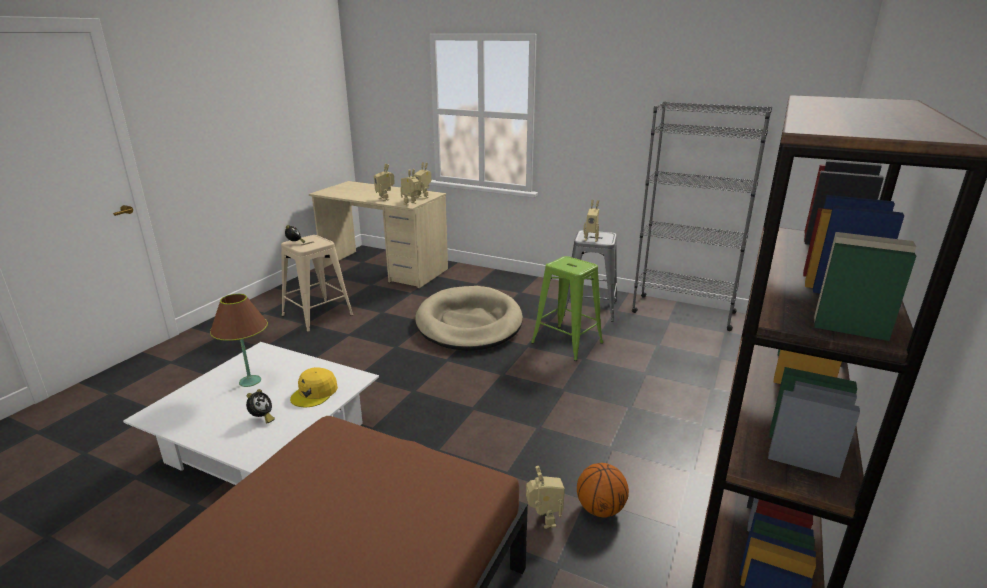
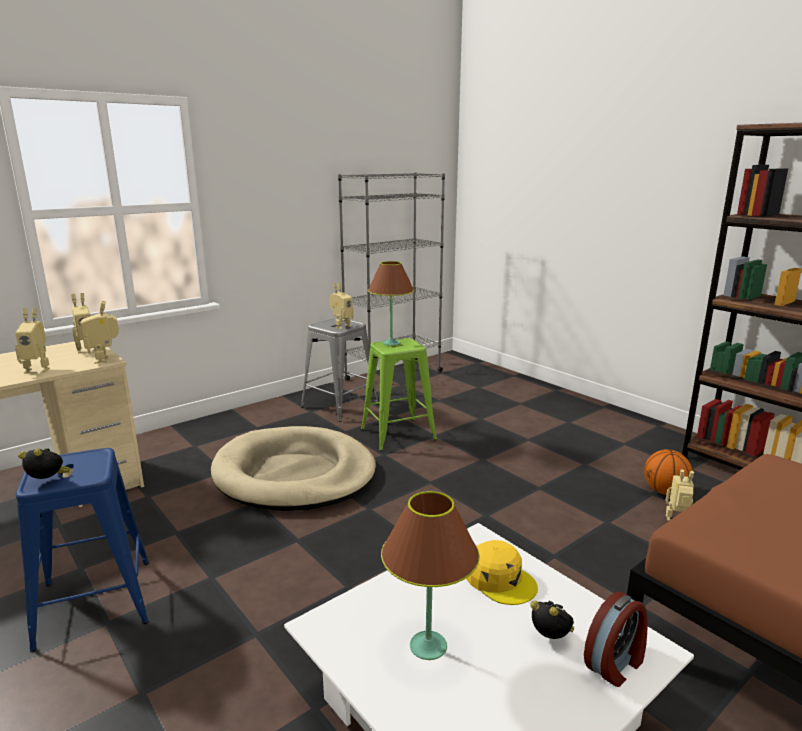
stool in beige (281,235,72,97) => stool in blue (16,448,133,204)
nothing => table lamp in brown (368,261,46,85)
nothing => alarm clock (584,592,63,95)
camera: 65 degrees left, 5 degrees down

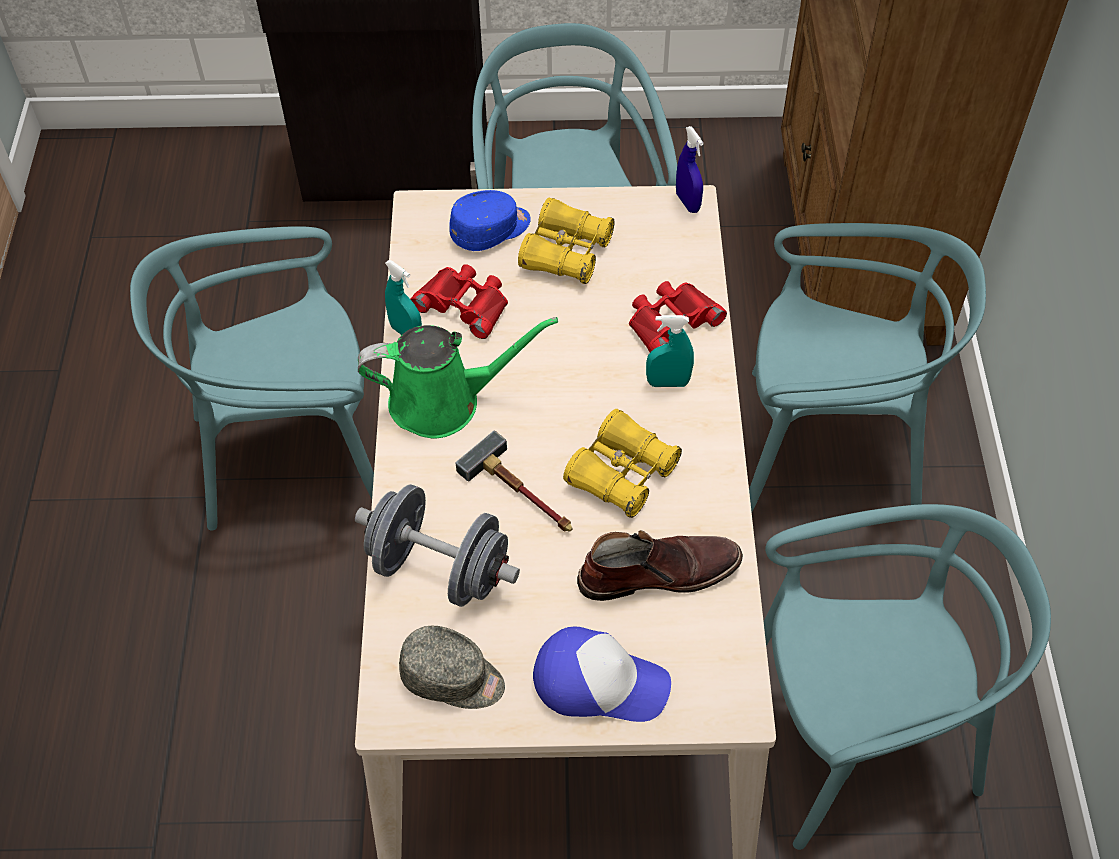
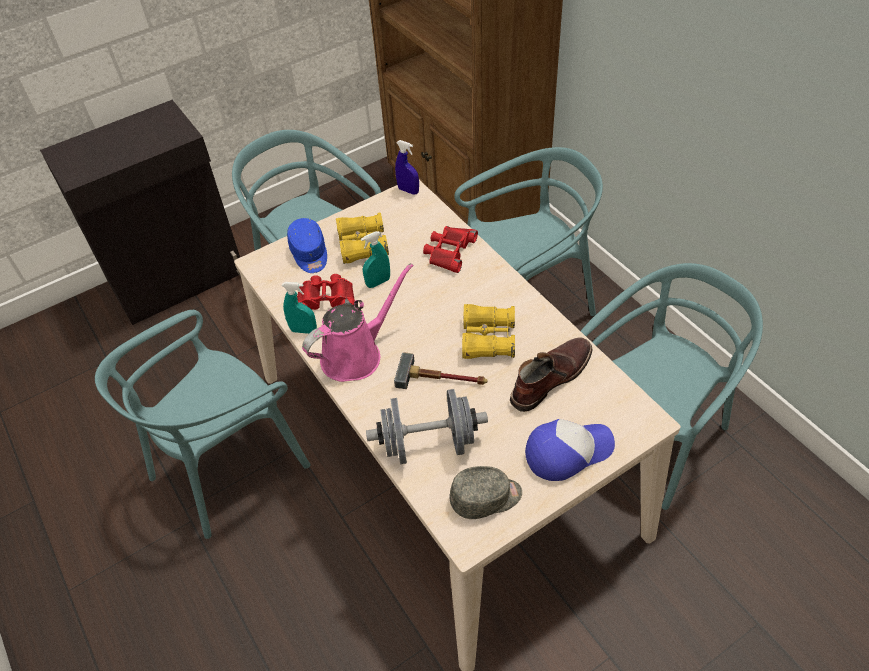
watering can in green (358,317,200,121) => watering can in pink (302,263,112,119)
cap in blue (449,190,82,61) => cap in blue (287,218,40,55), 135 degrees clockwise
spray bottle in turquoise (646,315,48,72) => spray bottle in turquoise (361,231,29,57), moved
camera: 30 degrees left, 5 degrees down

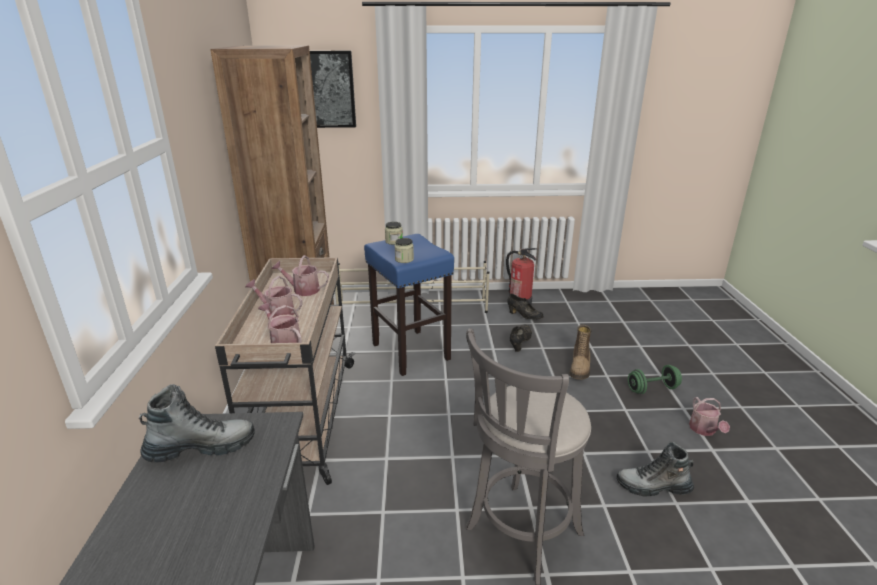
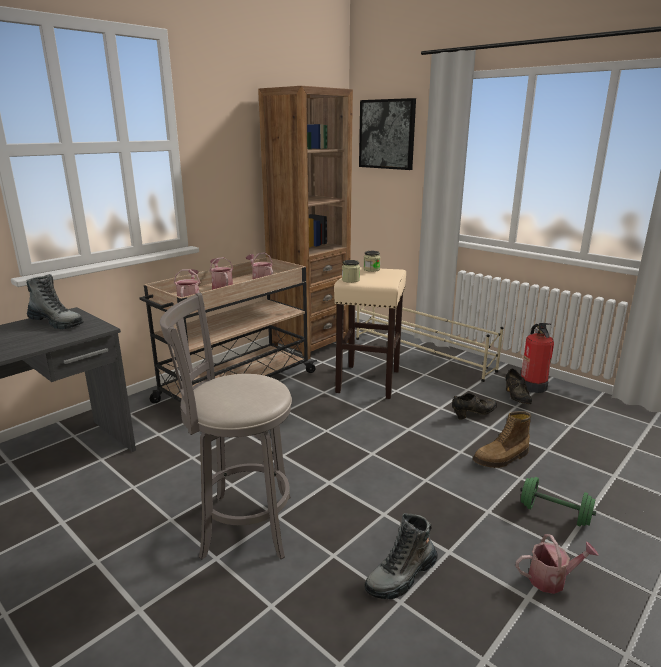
stool in blue (364,234,90,142) => stool in beige (334,267,72,132)
boot (617,442,77,55) => boot (364,513,74,86), 90 degrees counterclockwise
watering can (689,397,41,39) => watering can (516,534,83,60), 135 degrees counterclockwise
camera: 45 degrees right, 5 degrees down

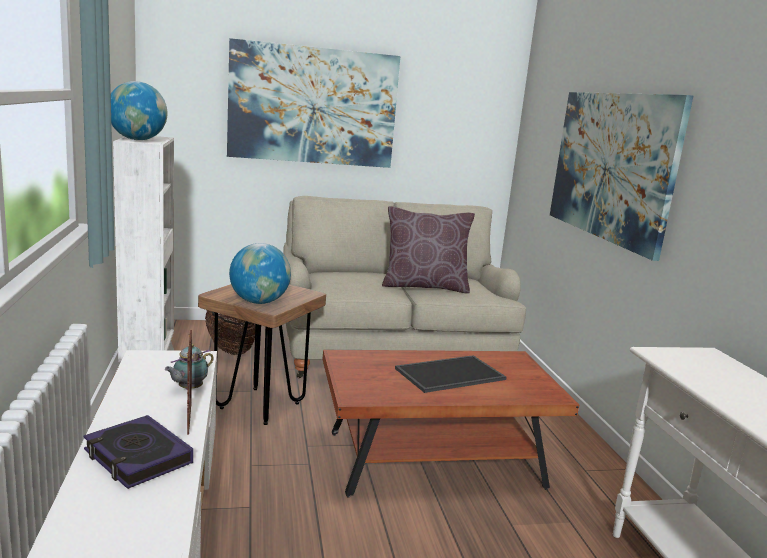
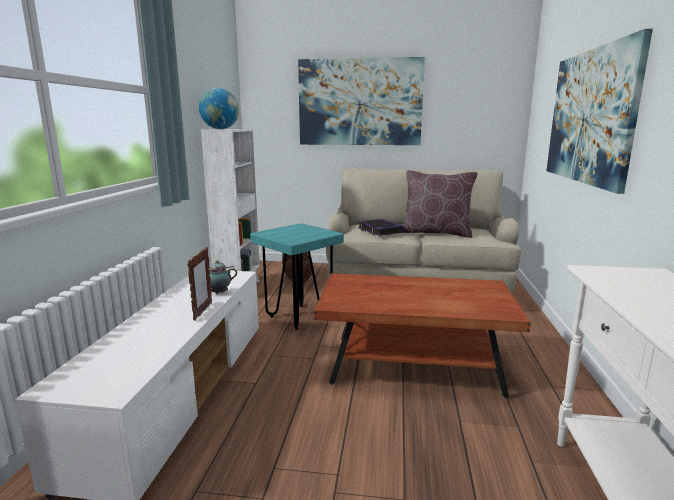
book (83,415,110,74) => book (358,219,46,17), moved
stool in brown (198,284,128,141) => stool in turquoise (250,224,94,106)
globe (229,243,62,61) => nothing
tray (395,355,111,38) => nothing
camera: 20 degrees right, 0 degrees up

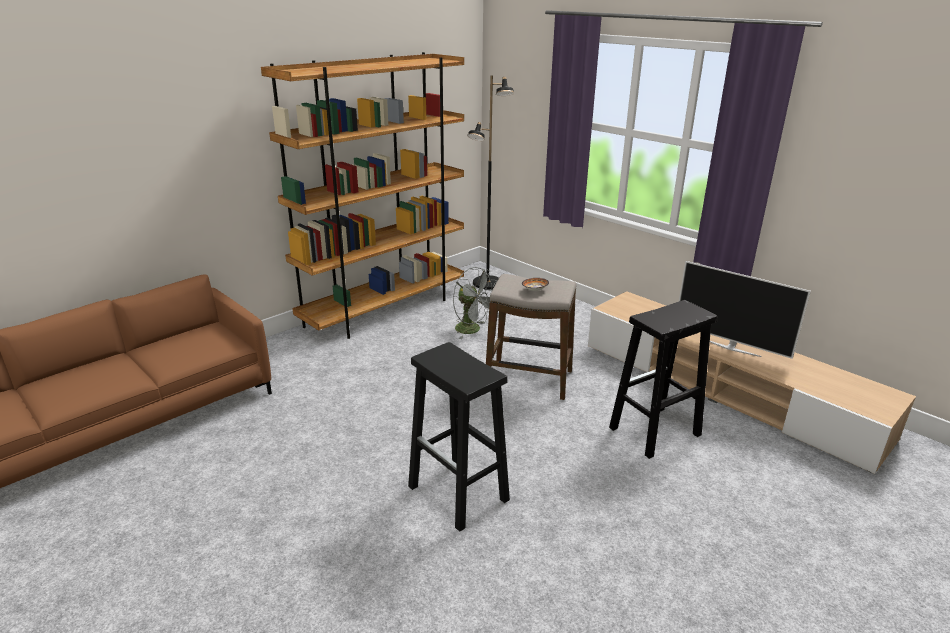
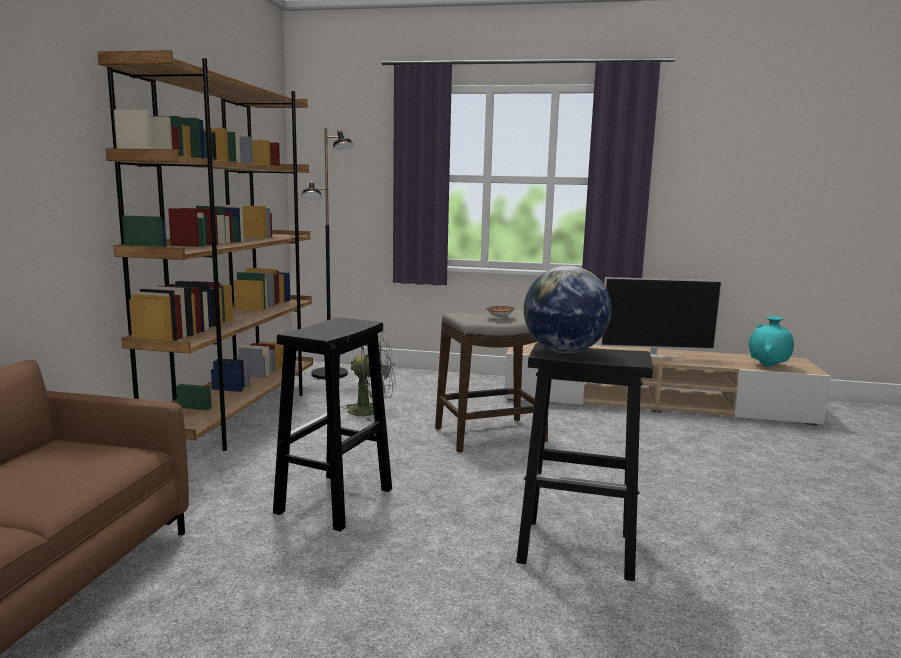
stool in black (609,300,109,159) => stool in black (273,317,119,215), moved
nothing => globe (524,266,88,87)
nothing => vase in turquoise (749,316,45,51)
camera: 35 degrees left, 15 degrees down

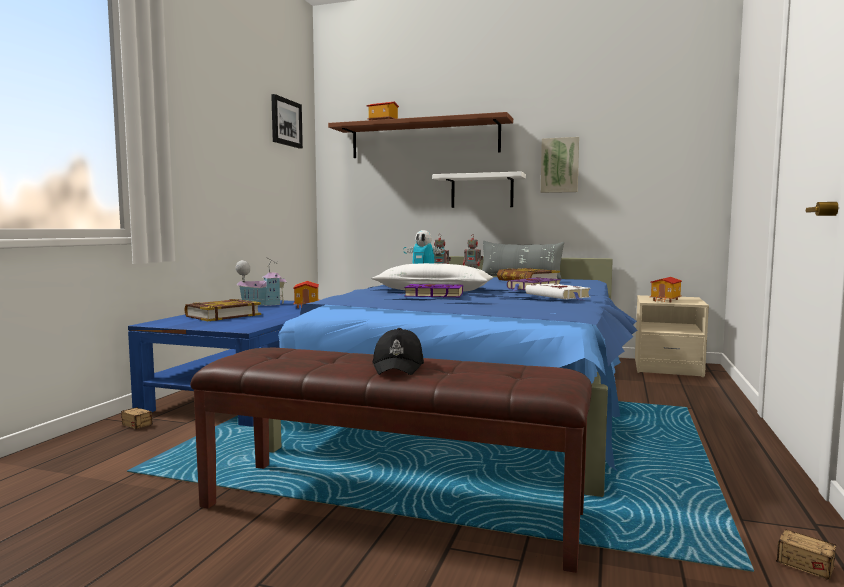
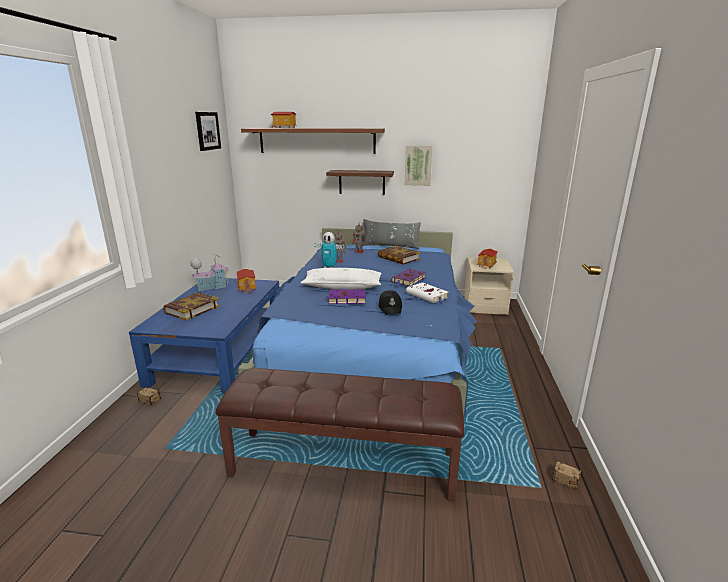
cap in black (373,328,51,47) => cap in black (378,290,24,25), moved
shelf in white (433,171,93,37) => shelf in brown (326,170,68,25)
camera: 10 degrees left, 15 degrees up

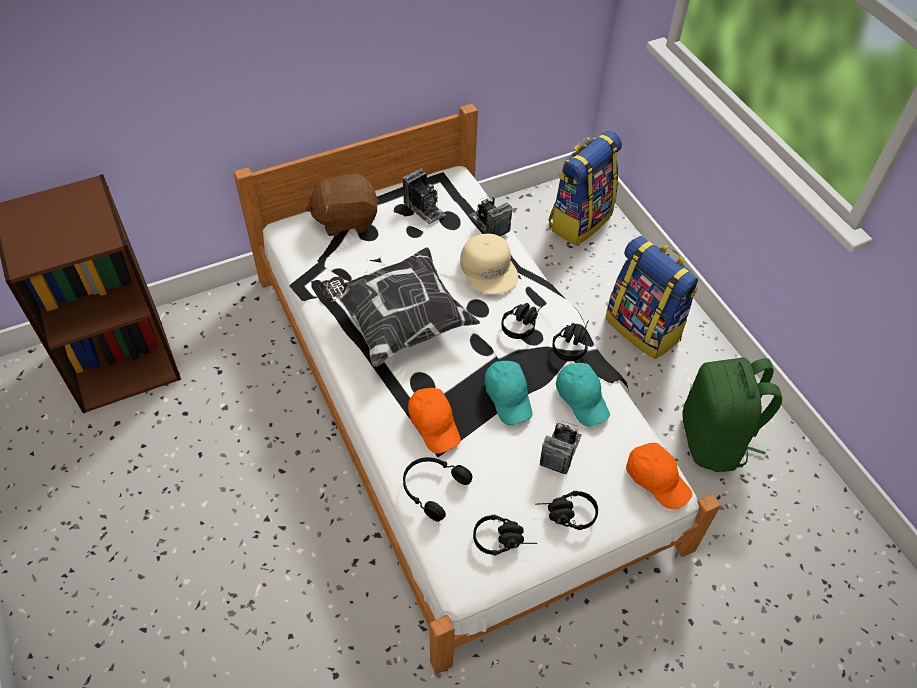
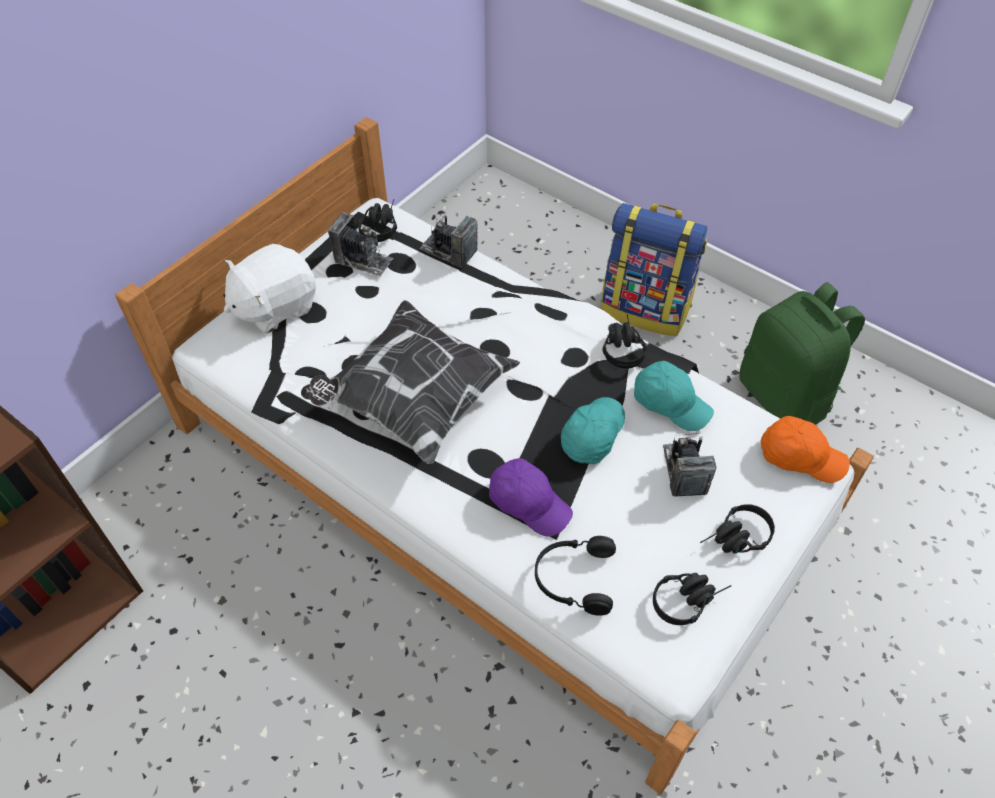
plush toy in brown (305,174,74,62) => plush toy in white (223,244,93,90)
cap in orange (408,388,53,66) => cap in purple (489,458,84,79)
cap in beige (460,234,58,61) => nothing
cap in turquoise (485,361,48,64) => cap in turquoise (561,397,64,67), 105 degrees counterclockwise
headphones in black (501,303,43,36) => headphones in black (358,199,39,43), moved
backpack (548,131,74,114) => nothing
camera: 25 degrees left, 0 degrees up

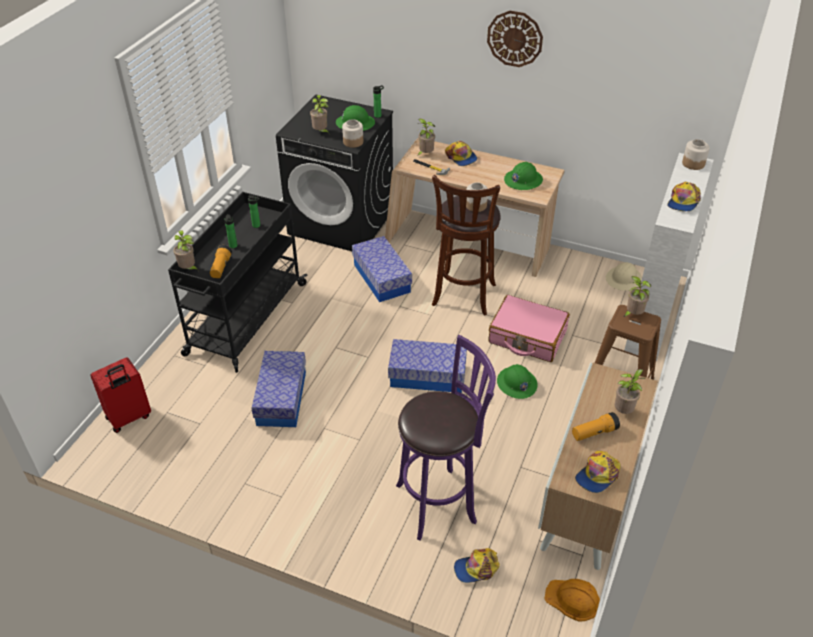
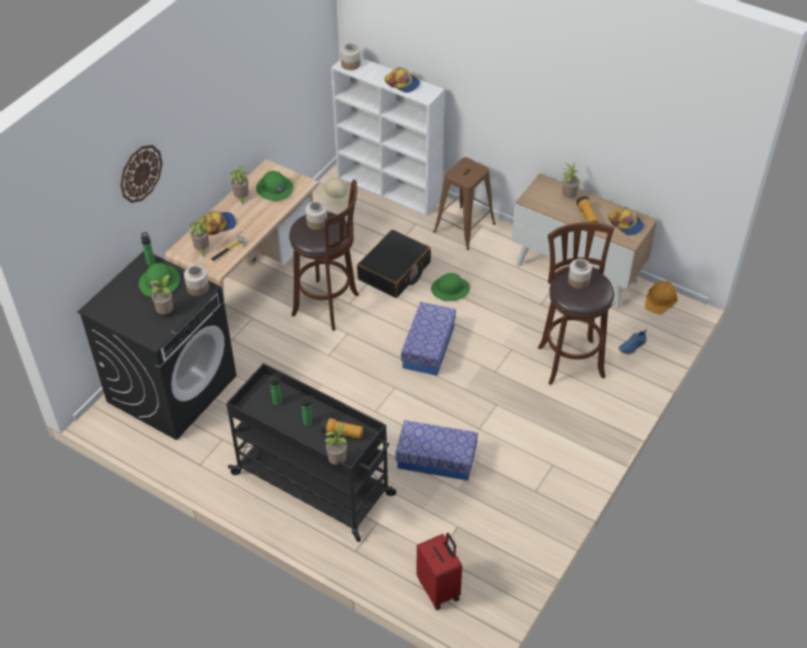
storage box (352,236,60,66) => nothing
stool in purple (396,335,100,206) => stool in brown (538,222,76,163)
cap (454,548,46,35) => shoe in blue (619,329,28,25)
wall clock (487,11,56,56) => wall clock (120,145,43,58), moved
suitcase in pink (488,295,82,67) => suitcase in black (357,229,74,69)
potted plant (623,276,28,41) => potted plant (229,166,20,39), moved
nothing => jar (568,259,24,30)
camera: 80 degrees left, 5 degrees up

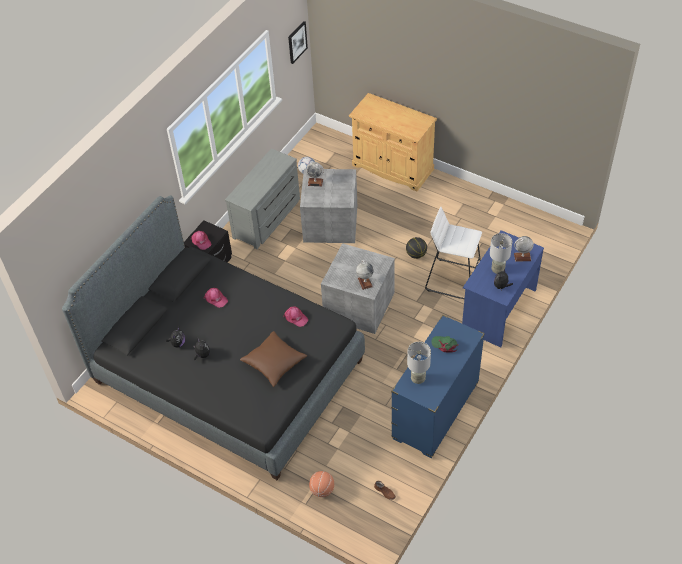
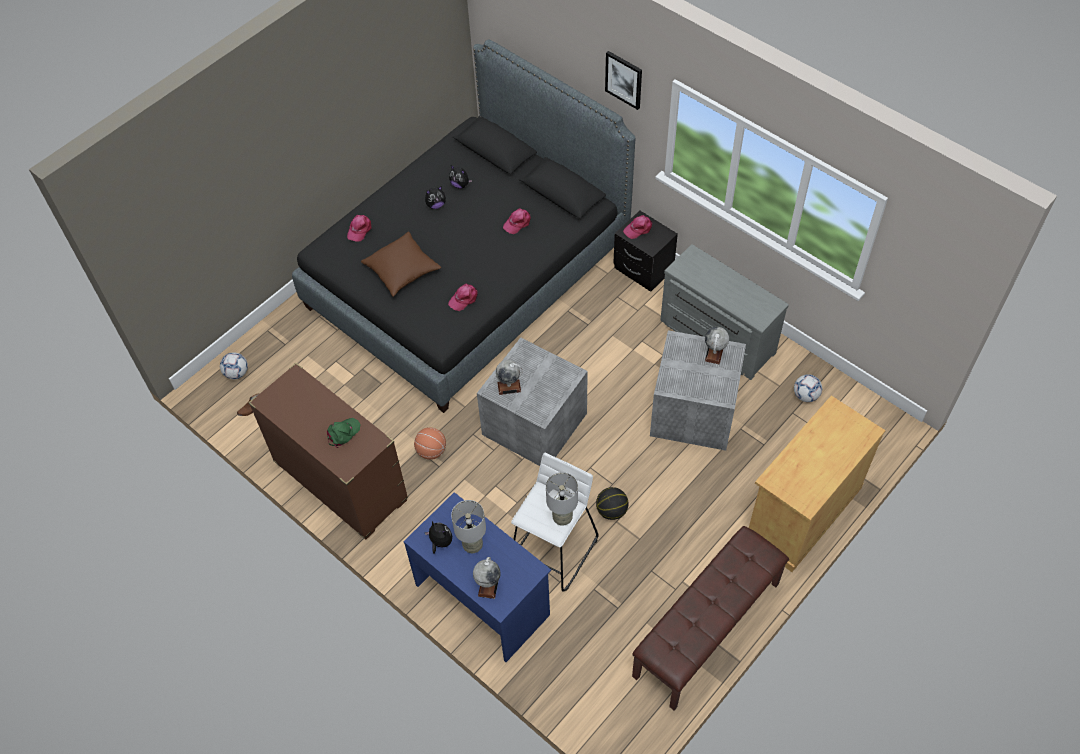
picture (288,21,20,43) => picture (605,51,37,59), moved
basketball (309,471,25,26) => basketball (414,427,32,33), moved
dresser in blue (391,315,94,143) => dresser in brown (248,363,160,177)
table lamp in grey (407,342,24,42) => table lamp in grey (546,472,32,54), moved
nothing => football (220,352,28,27)
nothing => cap in pink (347,215,25,27)
nothing => bench in brown (632,526,157,184)
camera: 100 degrees right, 5 degrees up

